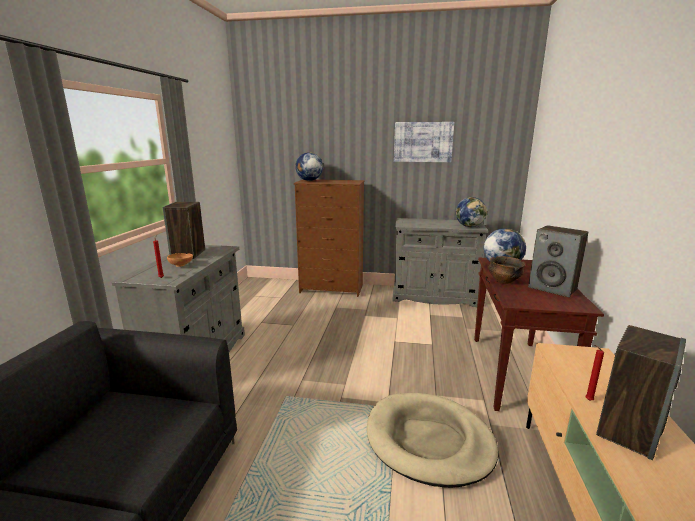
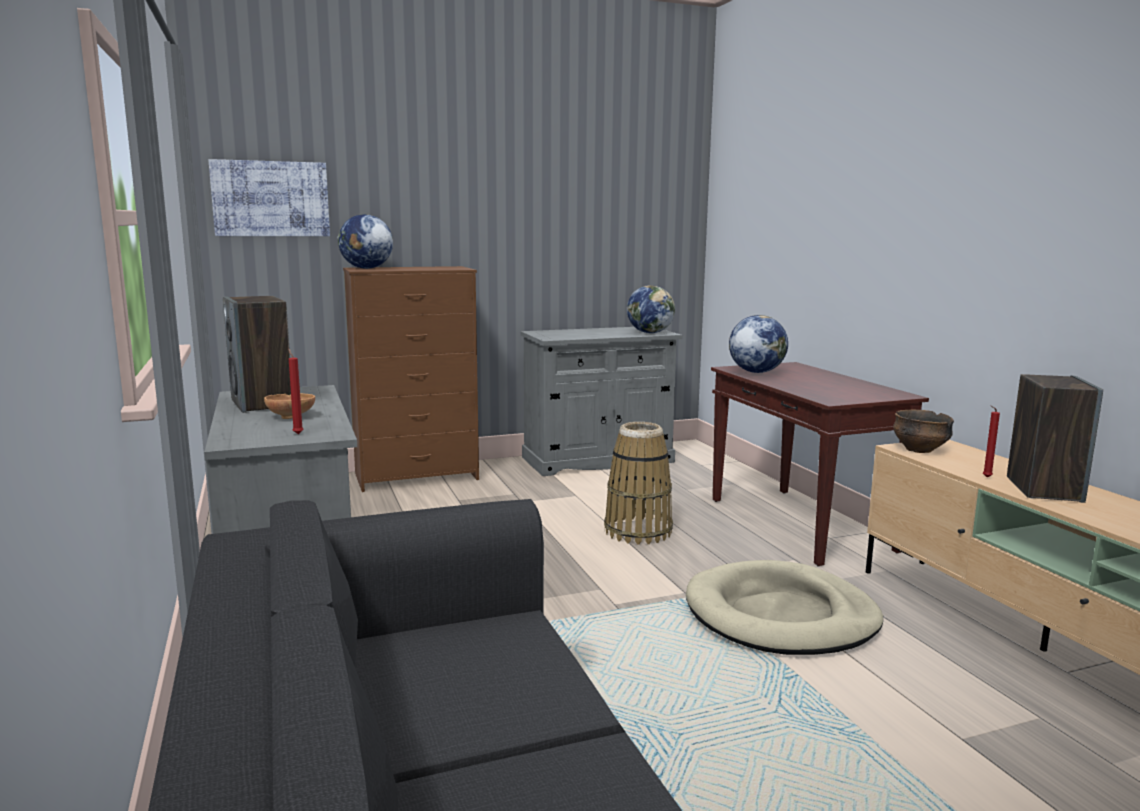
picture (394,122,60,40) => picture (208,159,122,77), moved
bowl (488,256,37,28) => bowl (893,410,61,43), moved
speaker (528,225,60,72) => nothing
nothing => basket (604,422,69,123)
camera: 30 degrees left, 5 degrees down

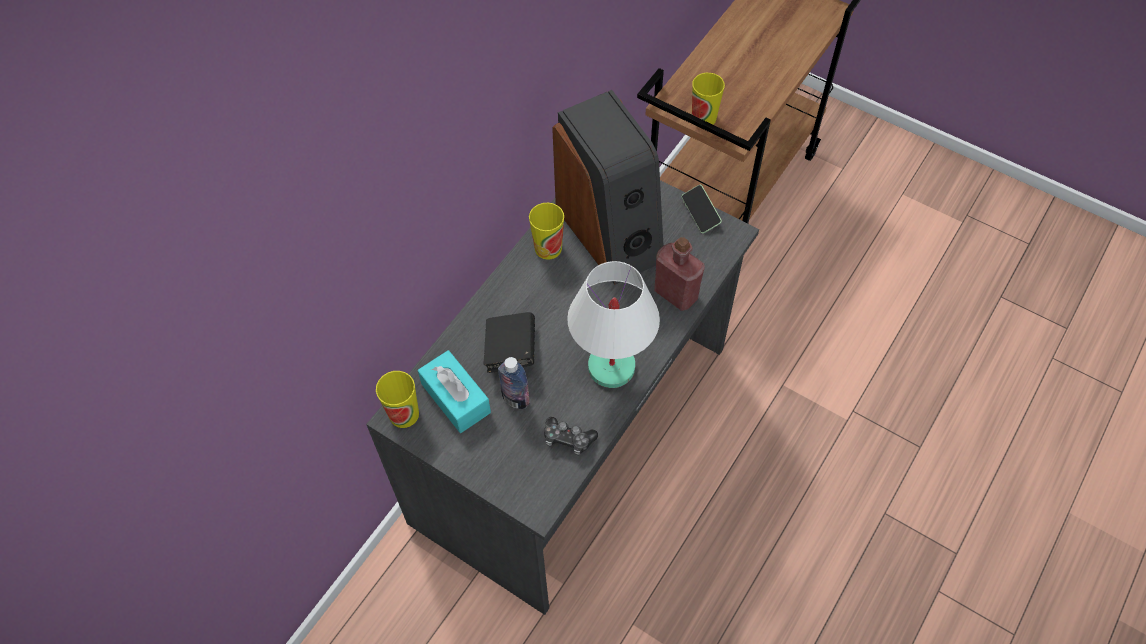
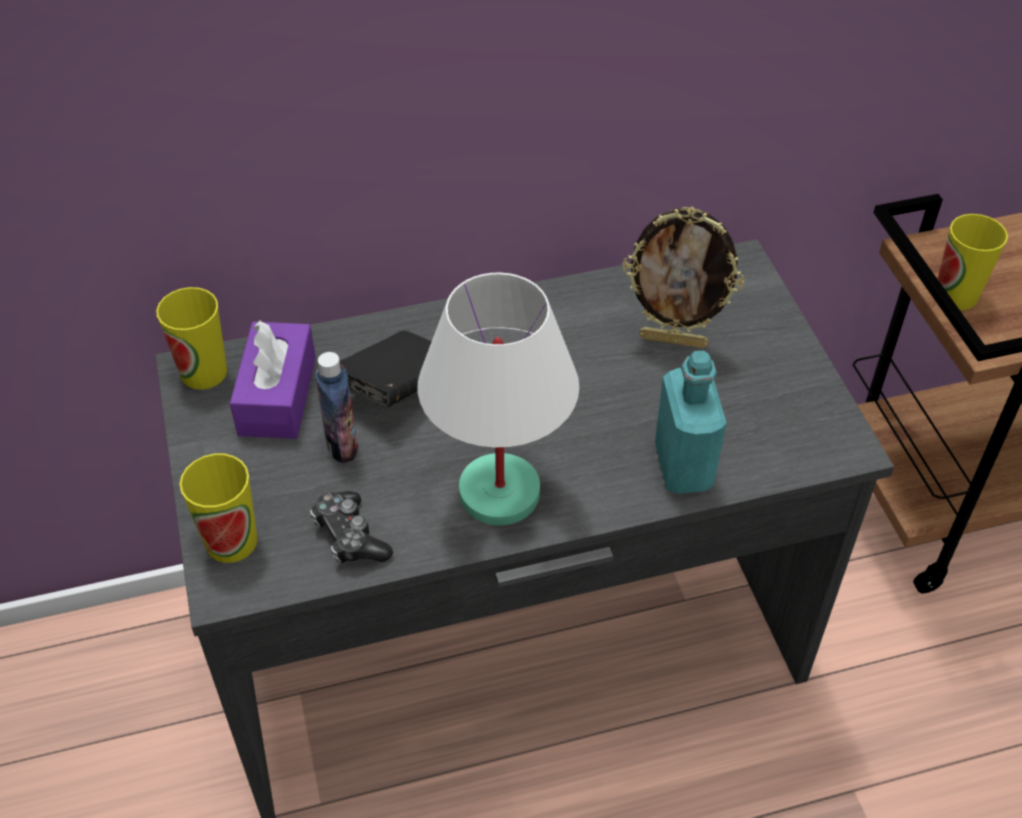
tissue box in turquoise (418,350,73,83) => tissue box in purple (230,320,86,119)
cup (529,203,35,57) => cup (180,454,78,109), moved
speaker (552,90,112,195) => picture frame (623,207,121,142)
bottle in red (654,237,51,74) => bottle in turquoise (655,350,71,144)
phone (681,185,41,48) => nothing
camera: 40 degrees right, 10 degrees down

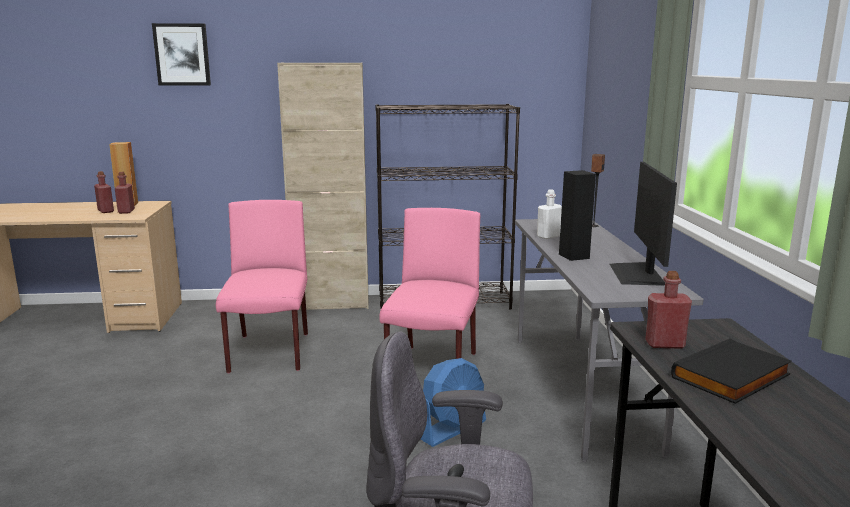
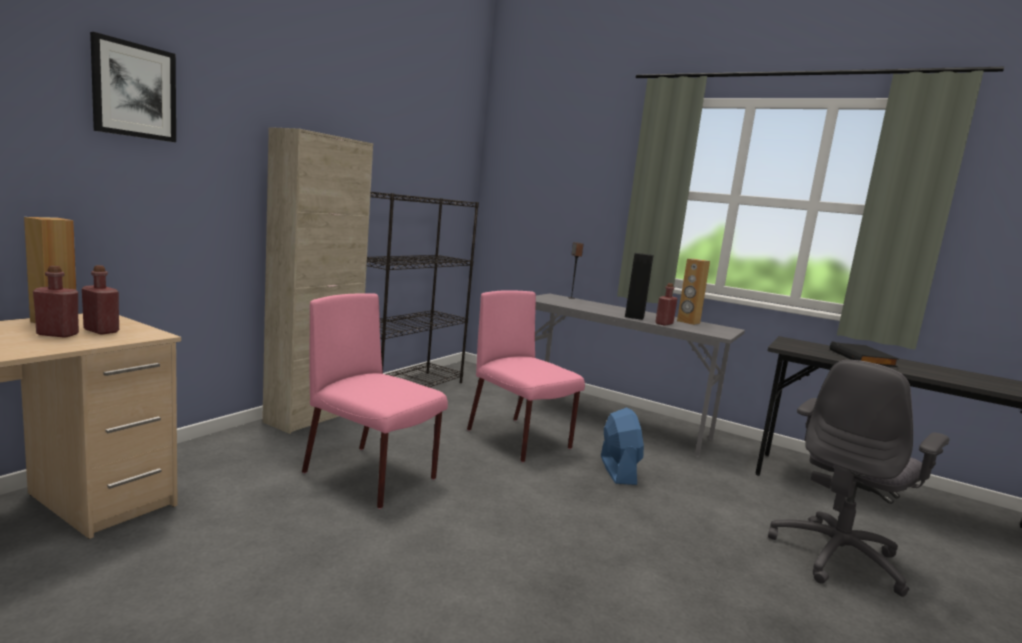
bottle in white (537,189,25,50) => nothing
monitor (610,162,67,124) => speaker in brown (677,259,33,66)
bottle in red (645,271,47,78) => bottle in red (655,283,22,43), moved
camera: 55 degrees left, 5 degrees down

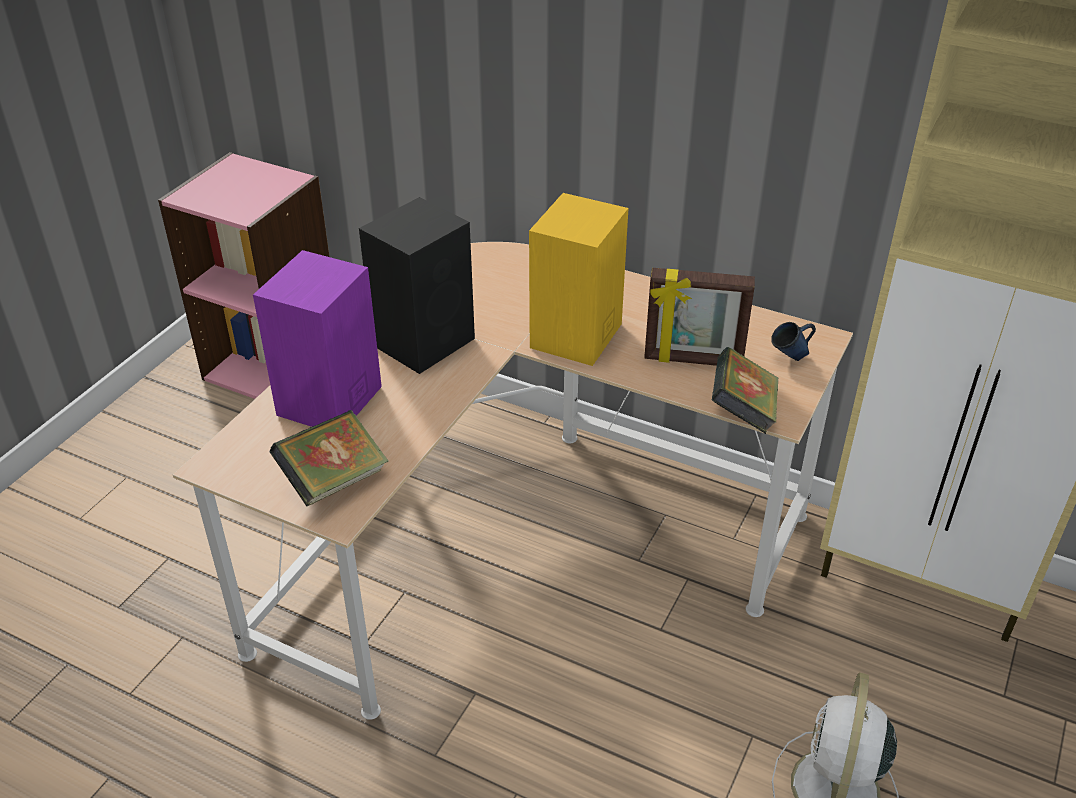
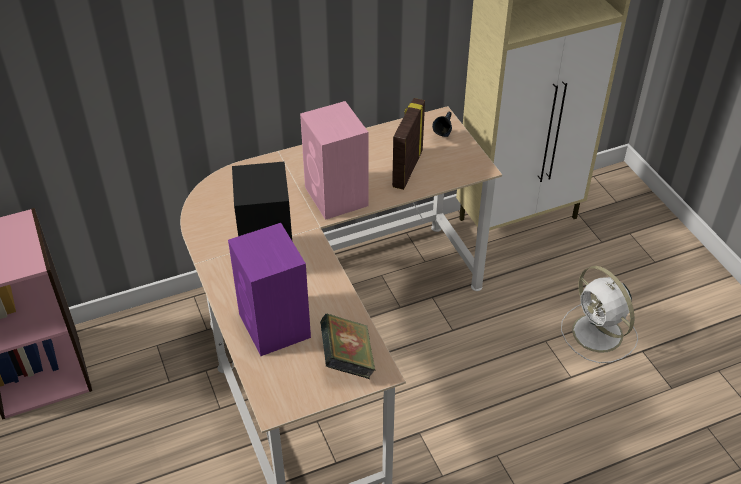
speaker in yellow (529,193,99,173) => speaker in pink (300,101,69,119)
picture frame (644,268,111,98) => picture frame (392,98,33,92), 150 degrees clockwise
book (711,347,67,87) => nothing
camera: 50 degrees left, 5 degrees up

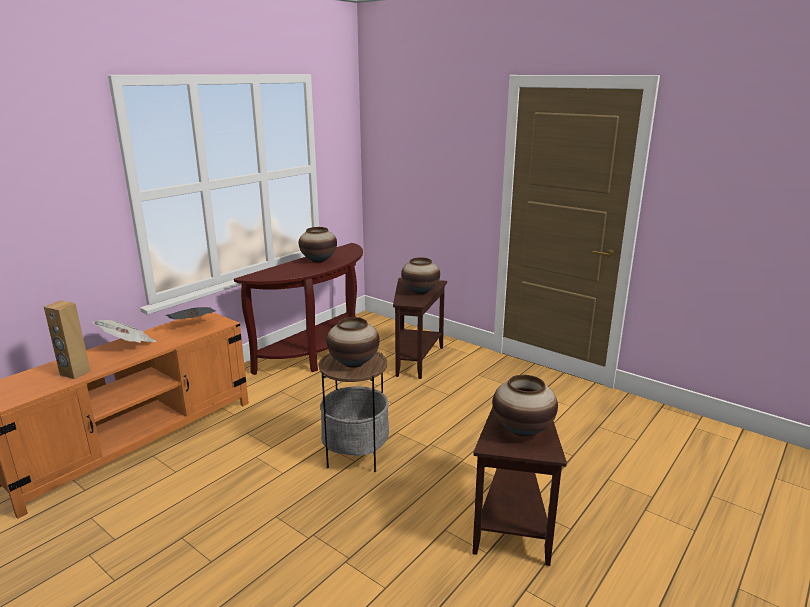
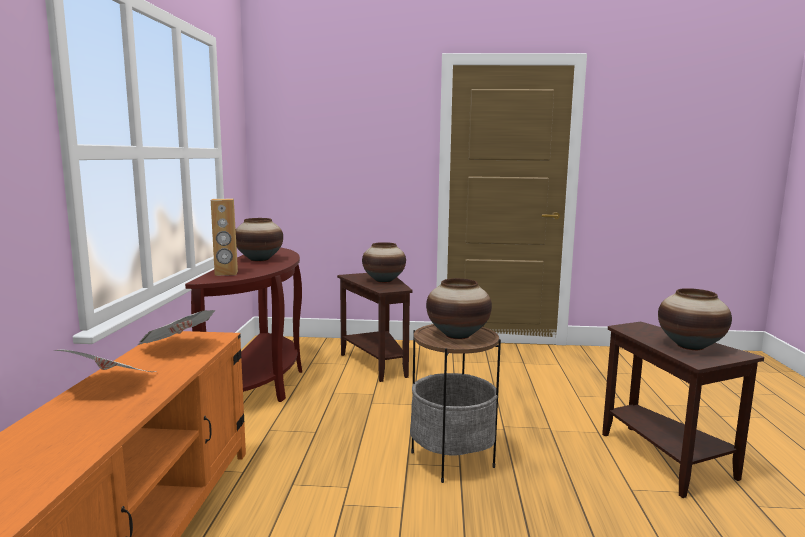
speaker in brown (44,300,46,79) => speaker in brown (211,199,27,77), moved
camera: 35 degrees left, 10 degrees down

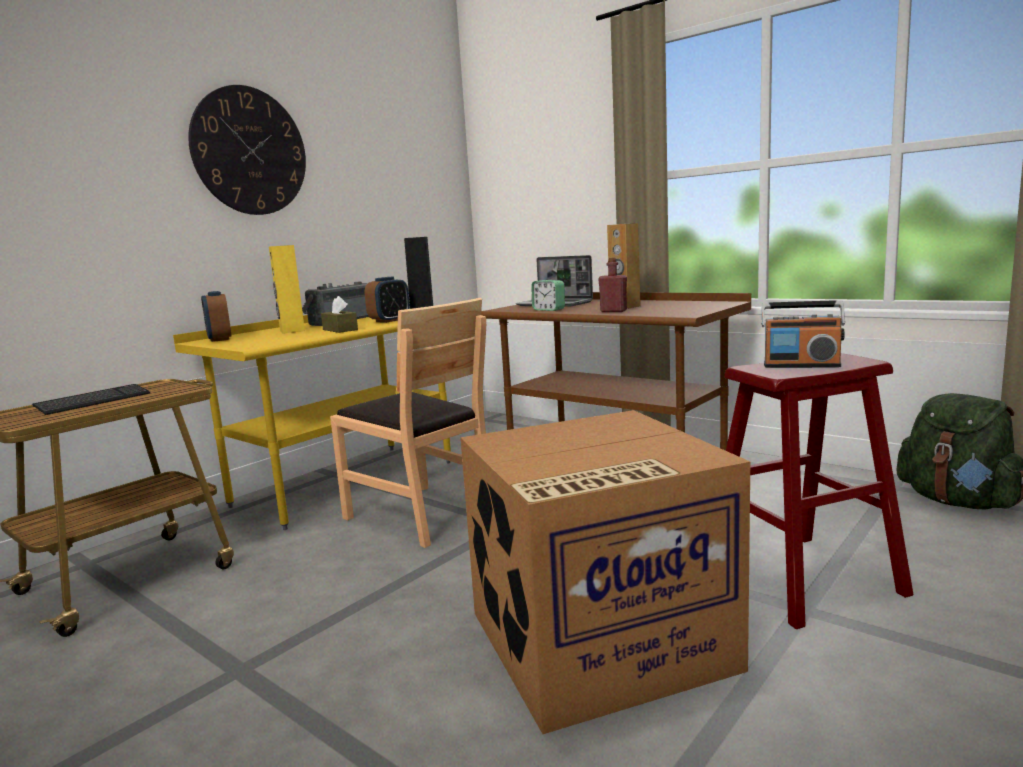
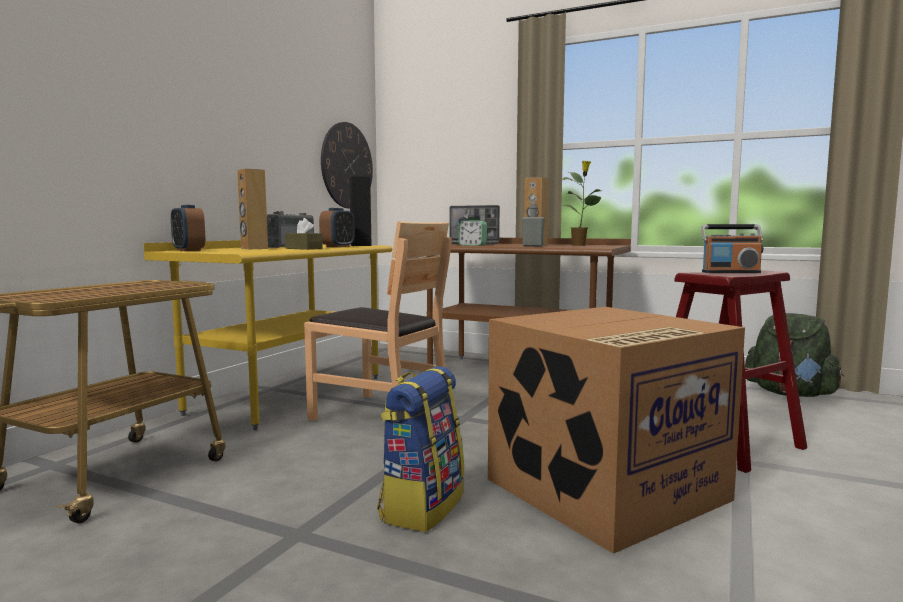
keyboard (32,384,118,31) => nothing
wall clock (188,85,118,130) => wall clock (321,122,52,87), moved
speaker in yellow (269,245,36,89) => speaker in brown (237,168,31,81)
bottle in red (598,258,29,54) => bottle in grey (522,202,23,45)
nothing => backpack (377,366,87,166)
nothing => potted plant (561,161,40,85)
camera: 15 degrees left, 5 degrees down

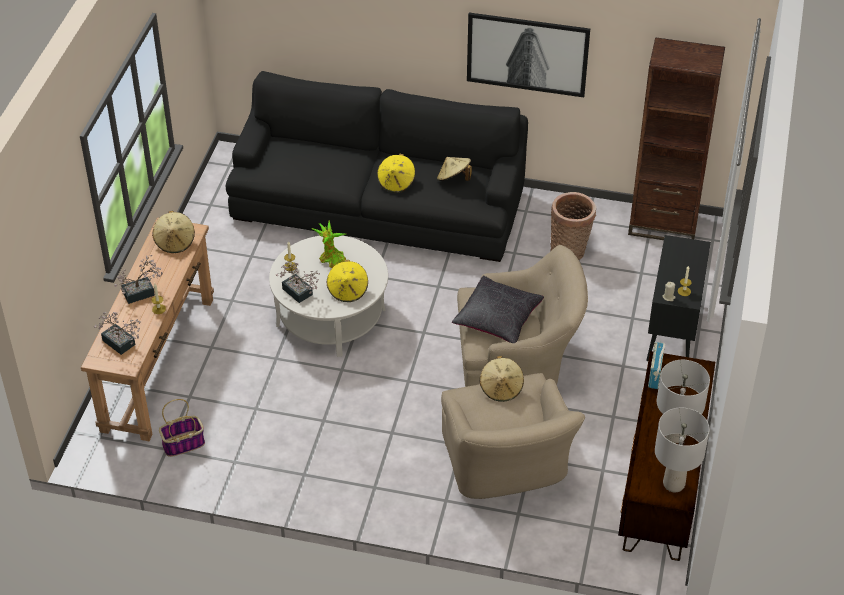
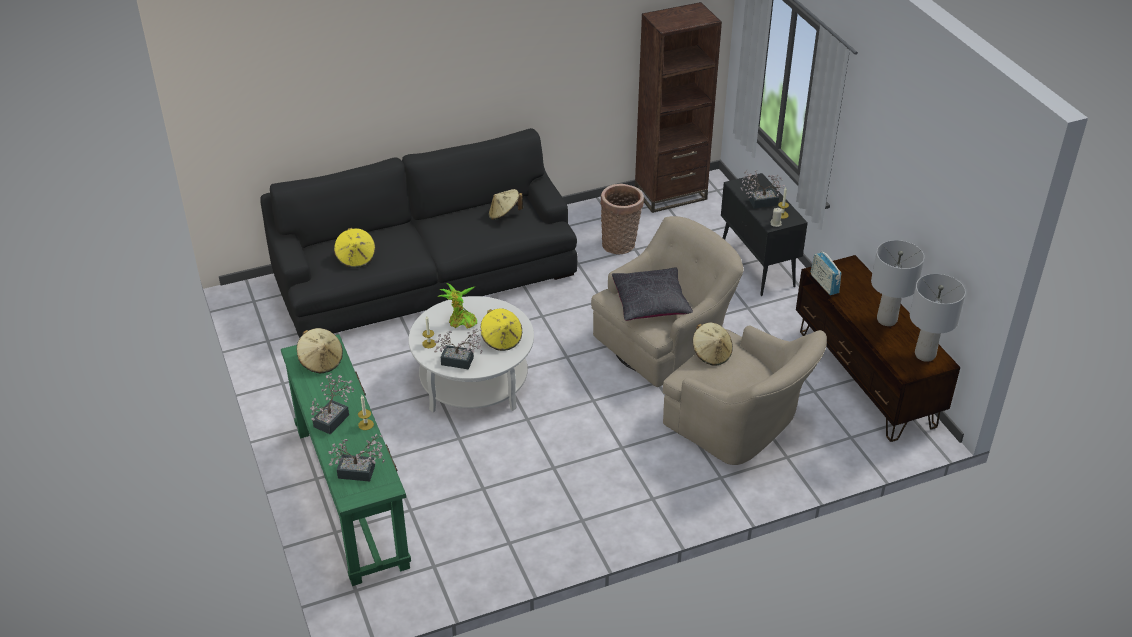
console table in brown (81,217,133,224) => console table in green (281,334,130,252)
basket (159,399,46,58) => nothing
hat in yellow (377,154,38,39) => hat in yellow (334,228,41,40), moved
picture (467,13,123,84) => nothing
nothing => potted plant (741,170,44,39)
camera: 35 degrees left, 5 degrees down

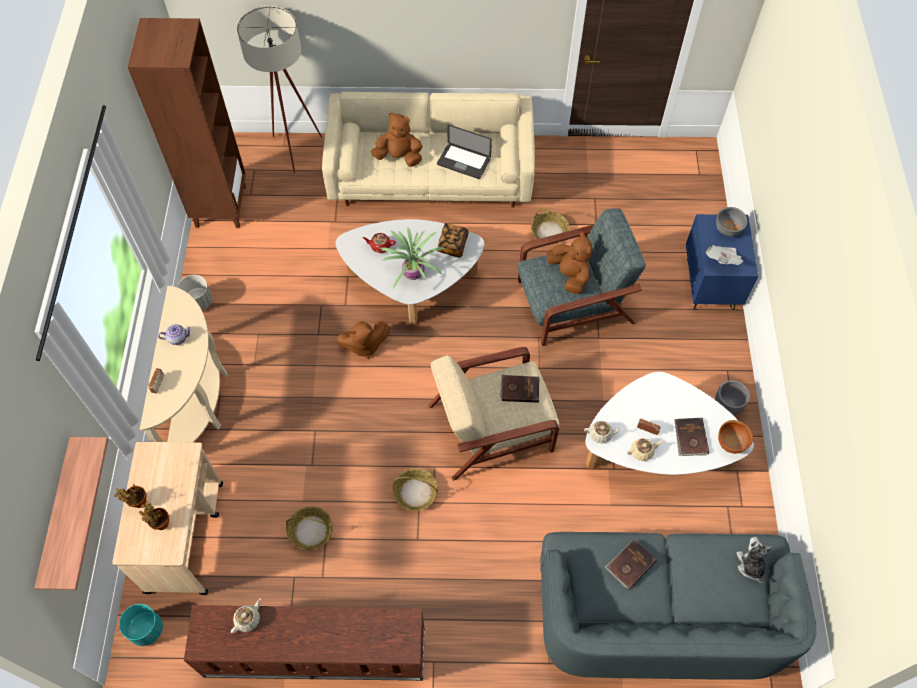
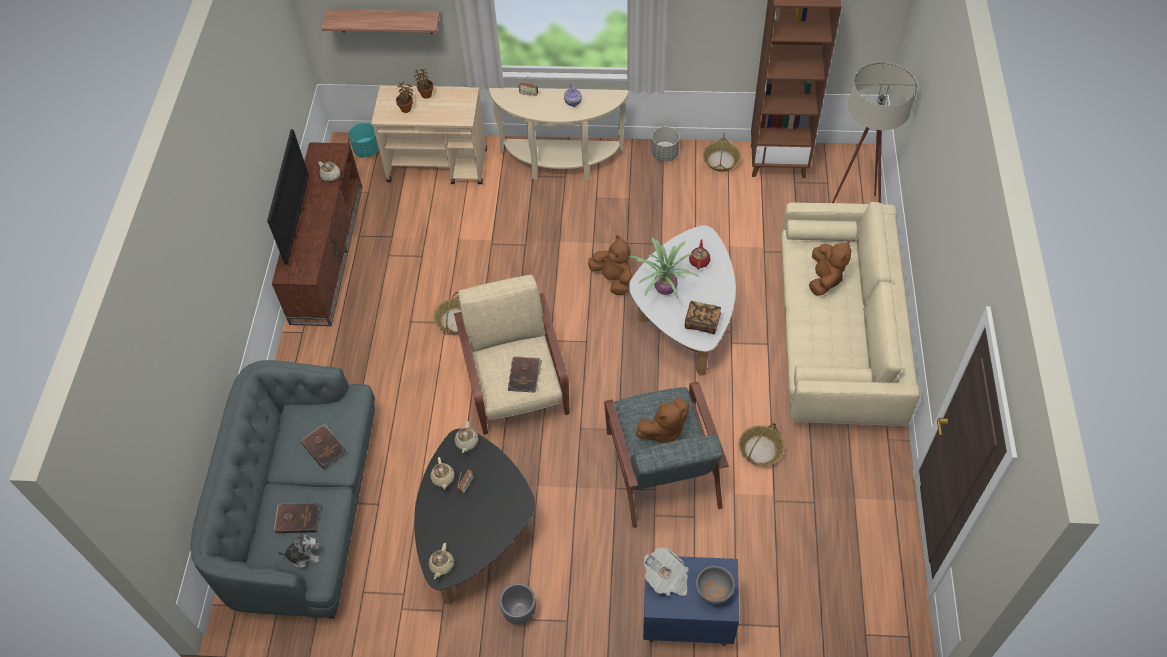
basket (286,506,47,45) => basket (703,132,38,39), moved
plush toy in brown (337,320,53,39) => plush toy in brown (588,235,44,60), 150 degrees clockwise
laptop (437,124,55,55) => nothing
coffee table in white (585,372,169,103) => coffee table in black (414,429,121,176)
book in brown (675,418,34,38) => book in brown (274,503,46,30), moved
bowl in brown (718,420,35,34) => teapot in beige (429,543,25,36)
nothing => television (267,129,42,136)
camera: 95 degrees right, 5 degrees down

